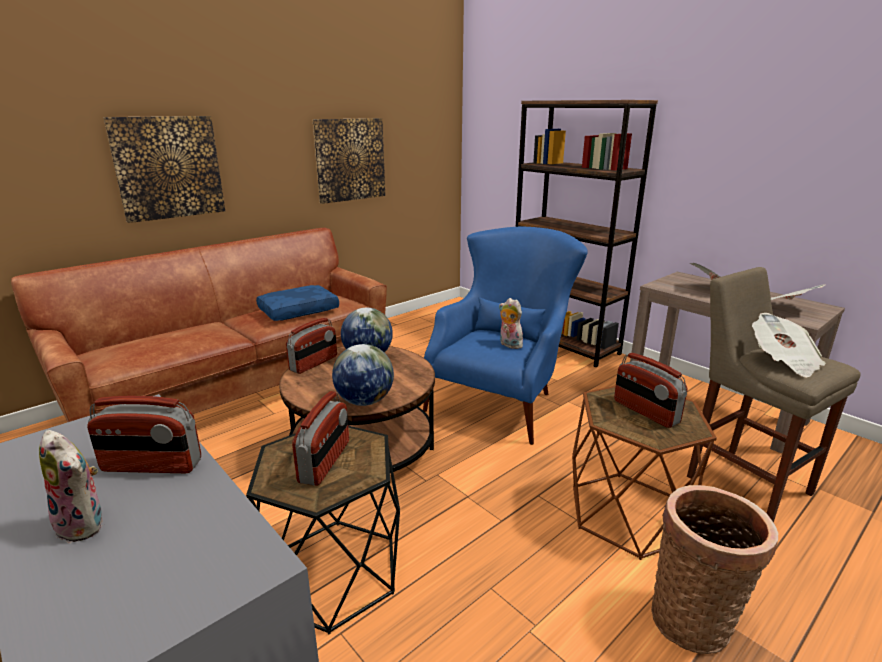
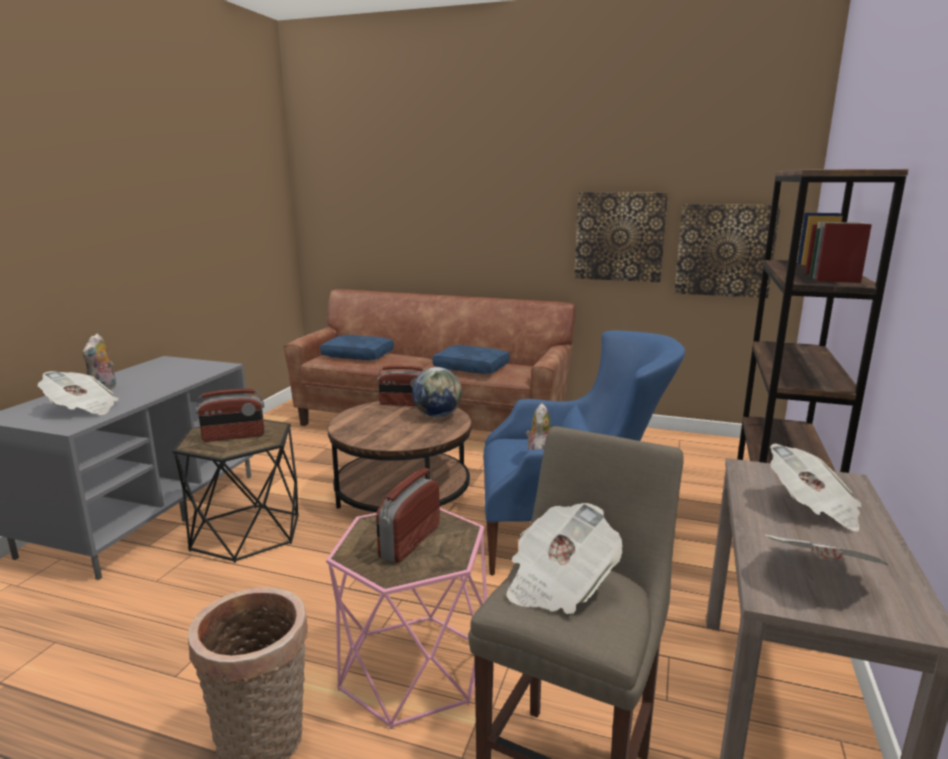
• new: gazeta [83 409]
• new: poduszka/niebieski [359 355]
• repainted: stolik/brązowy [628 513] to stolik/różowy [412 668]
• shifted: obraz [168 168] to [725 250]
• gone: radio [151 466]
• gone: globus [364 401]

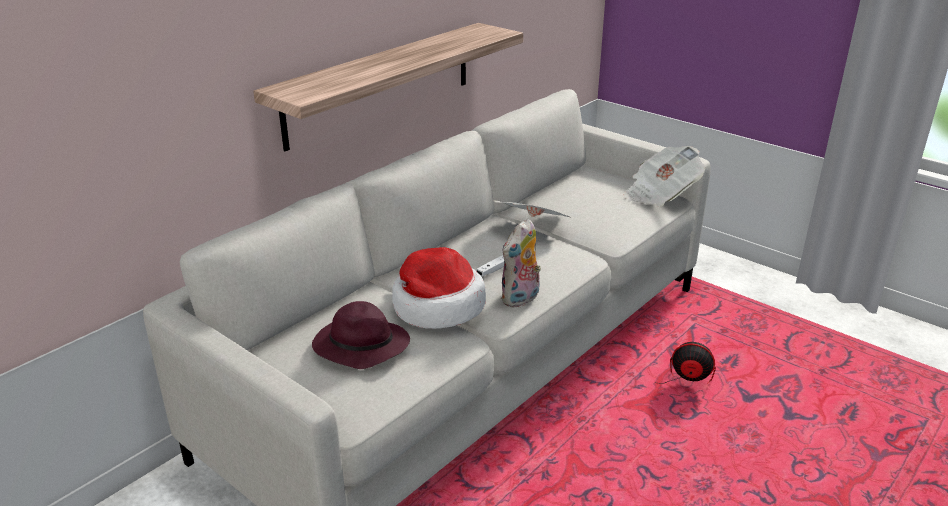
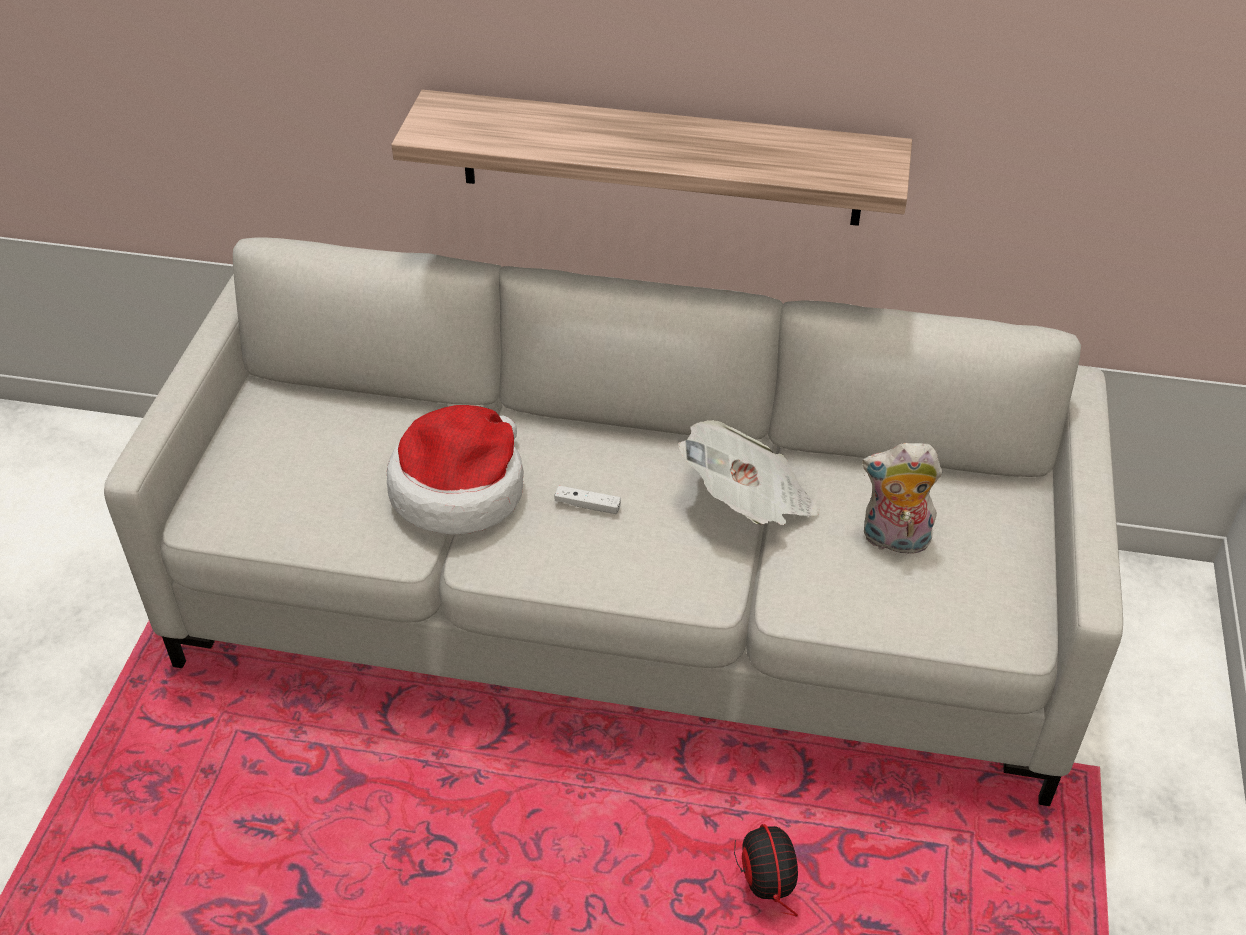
• shifted: pluszak [521 299] to [893 541]
• gone: kapelusz/fioletowy [360 347]
• gone: gazeta [660 194]

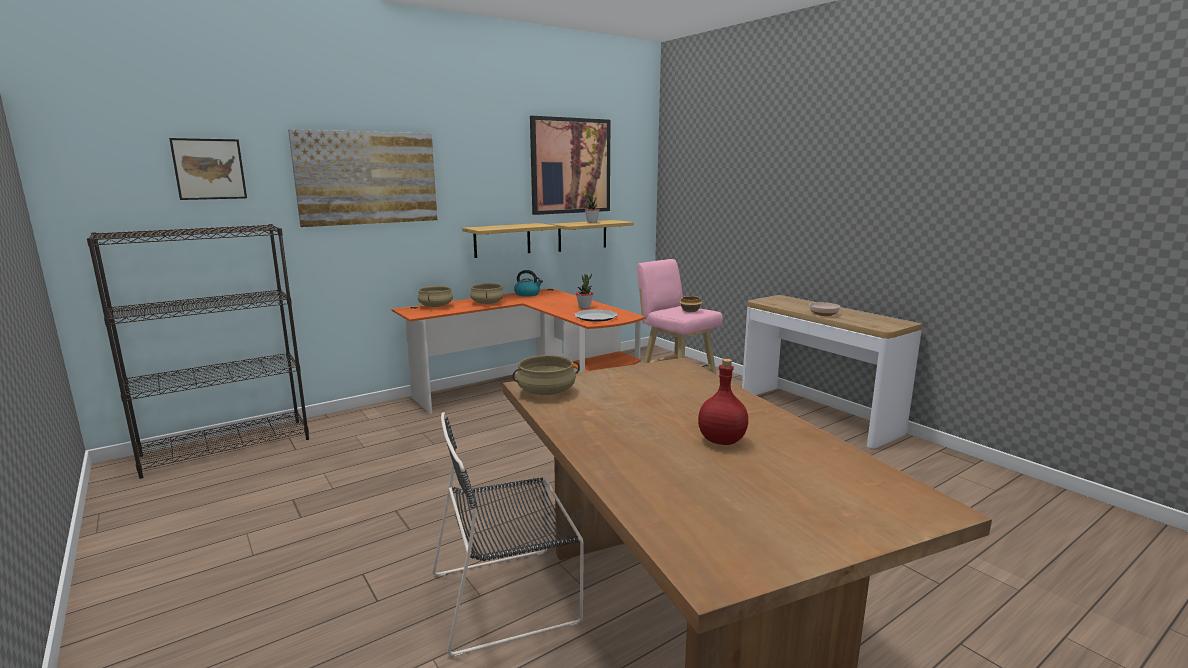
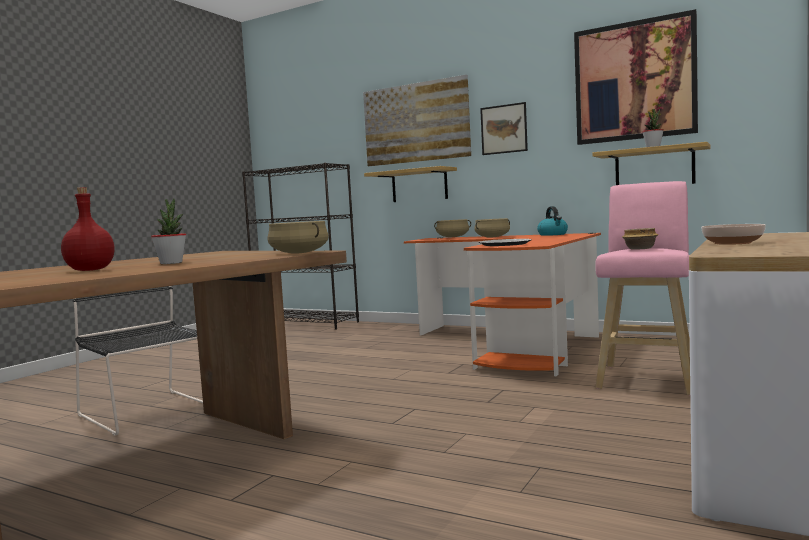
• shifted: roślina doniczkowa [584 307] to [171 263]
• shifted: garnek/beżowy [546 392] to [298 253]
• shifted: półka [502 240] to [419 185]
• shifted: obraz [209 169] to [504 129]

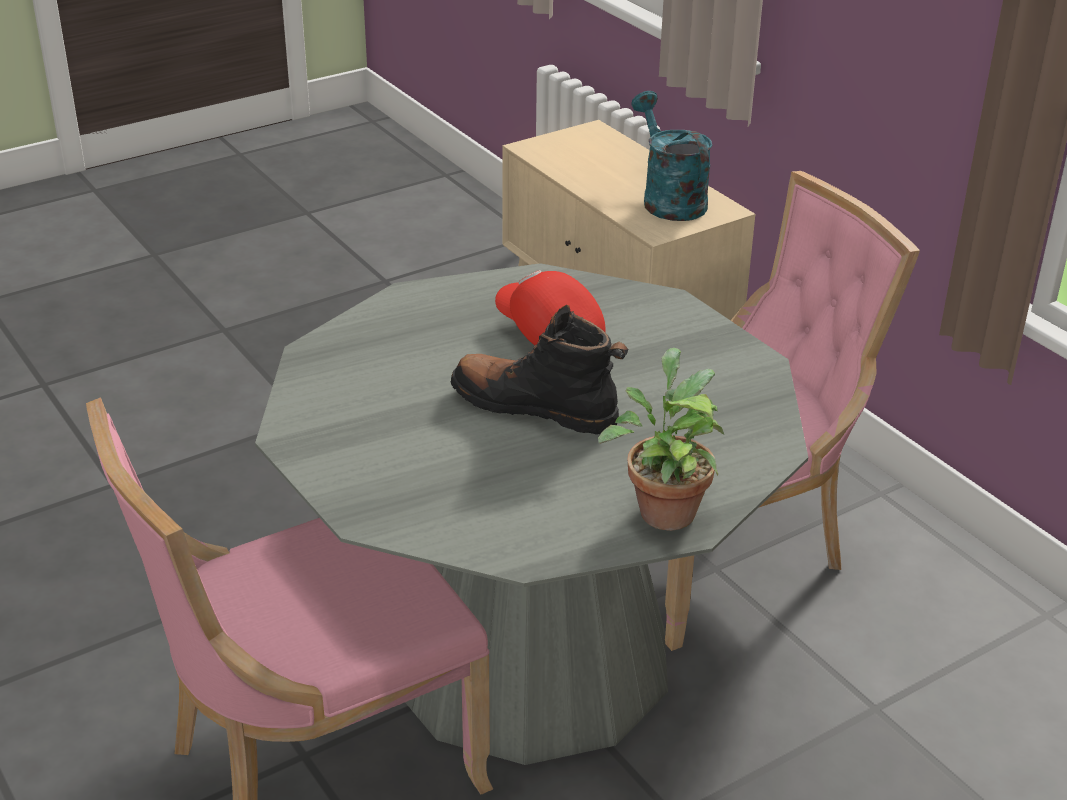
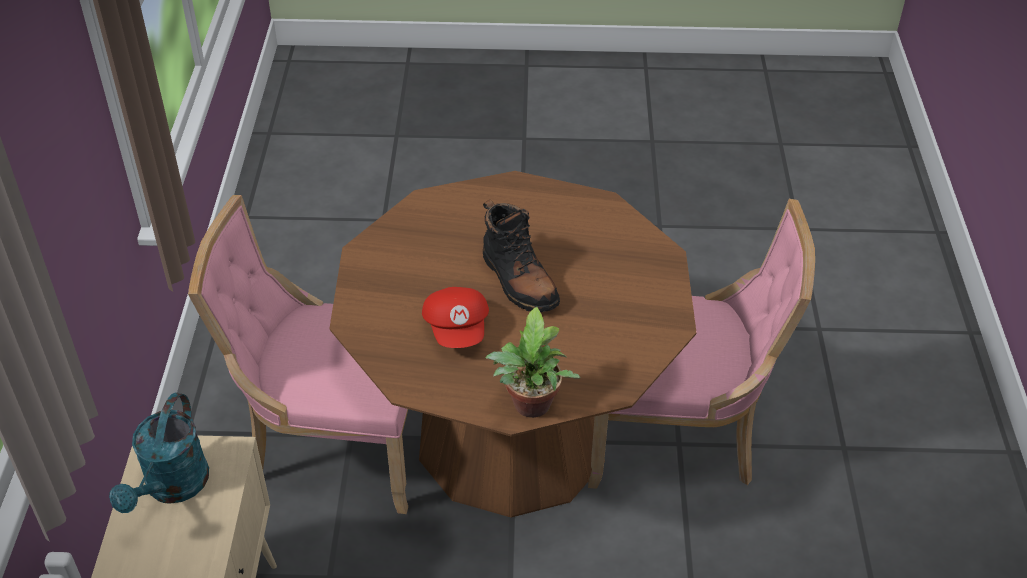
• repainted: stół jadalny/szary [529 656] to stół jadalny/brązowy [512 437]
• shifted: roślina doniczkowa [663 508] to [531 408]

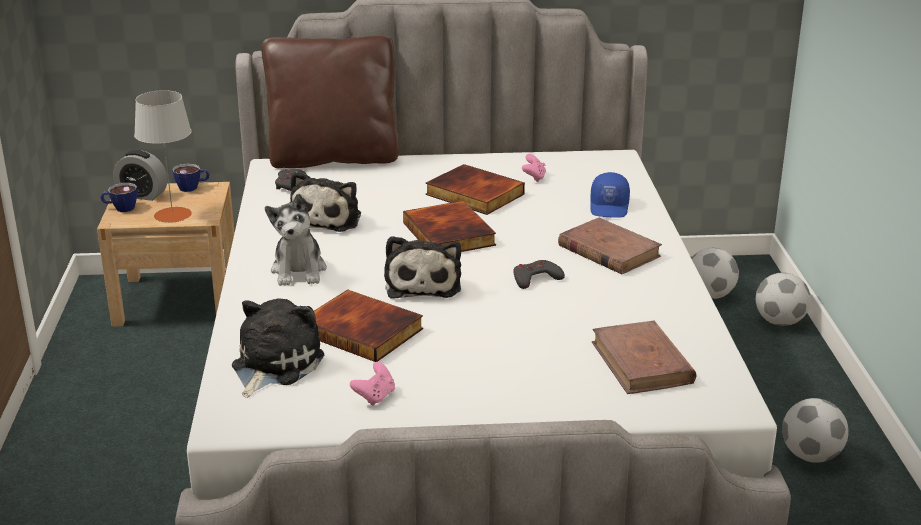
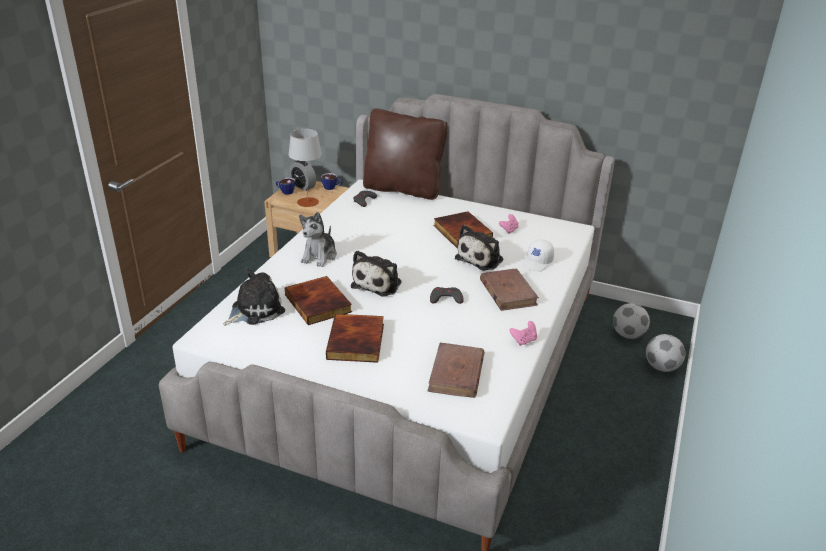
• shifted: książka [451 234] to [357 342]
• shifted: pluszak [329 219] to [481 258]
• shifted: pad do gier/różowy [375 397] to [523 341]
• repainted: czapka z daszkiem/niebieski [610 207] to czapka z daszkiem/biały [537 262]
• gone: piłka futbolowa [811 456]

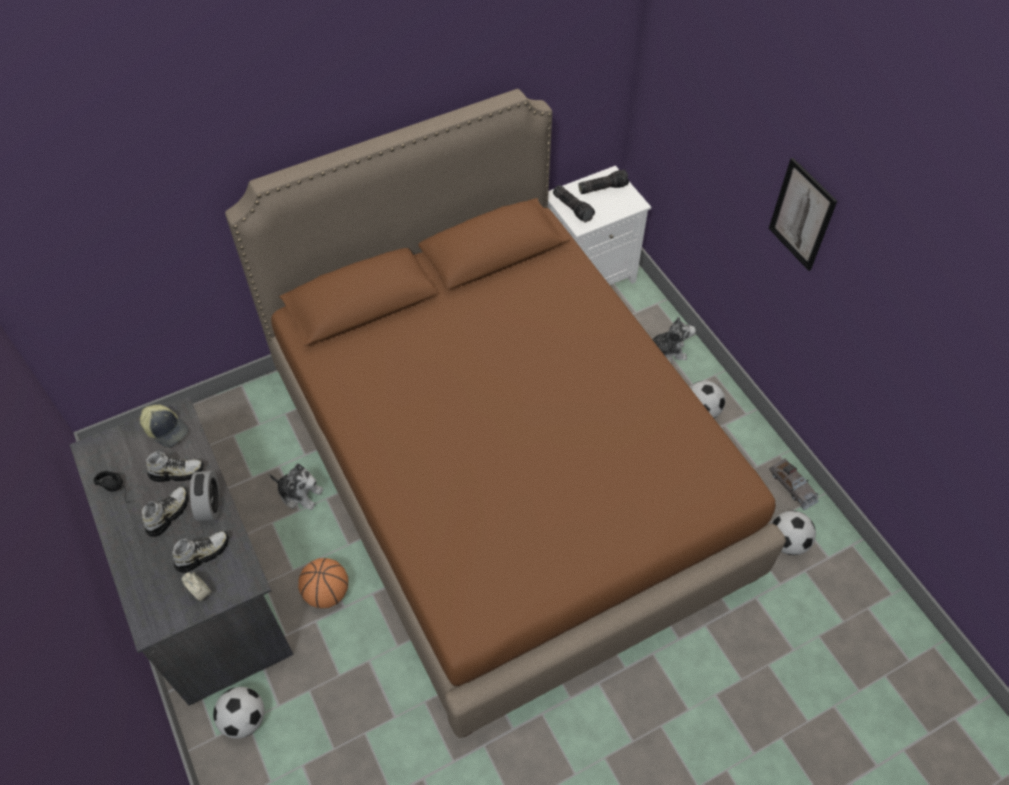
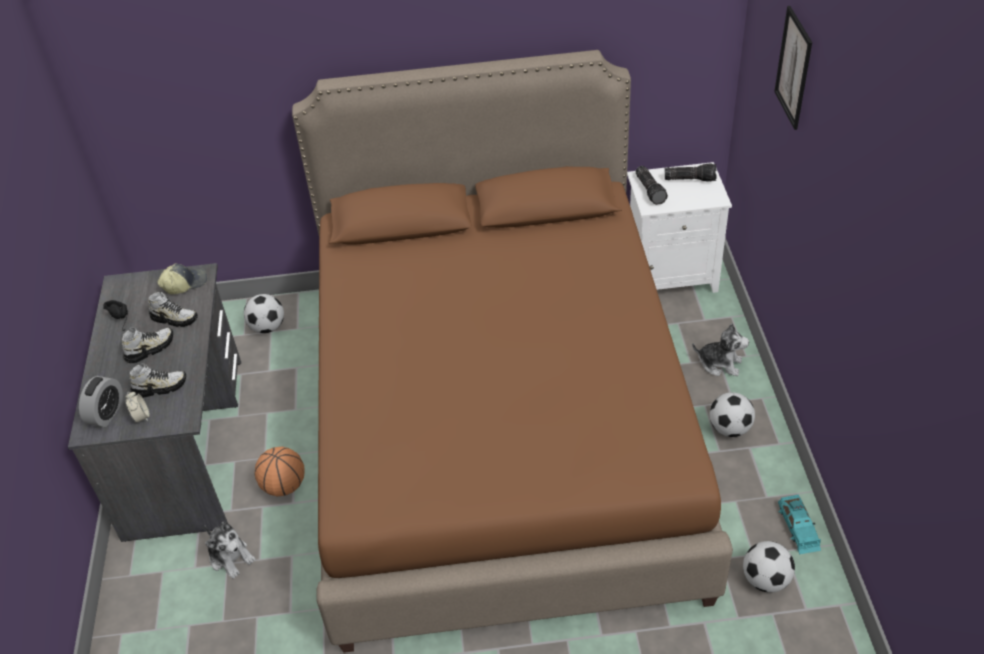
• shifted: budzik [210 505] to [107 413]
• rotated: czapka z daszkiem [166 429] = [184 283] 90 degrees counterclockwise
• shifted: pluszak [300 493] to [231 557]
• shifted: piłka futbolowa [244 719] to [267 327]
• shifted: obraz [802 215] to [793 68]
• repainted: samochodzik/szary [793 486] to samochodzik/turkusowy [798 527]

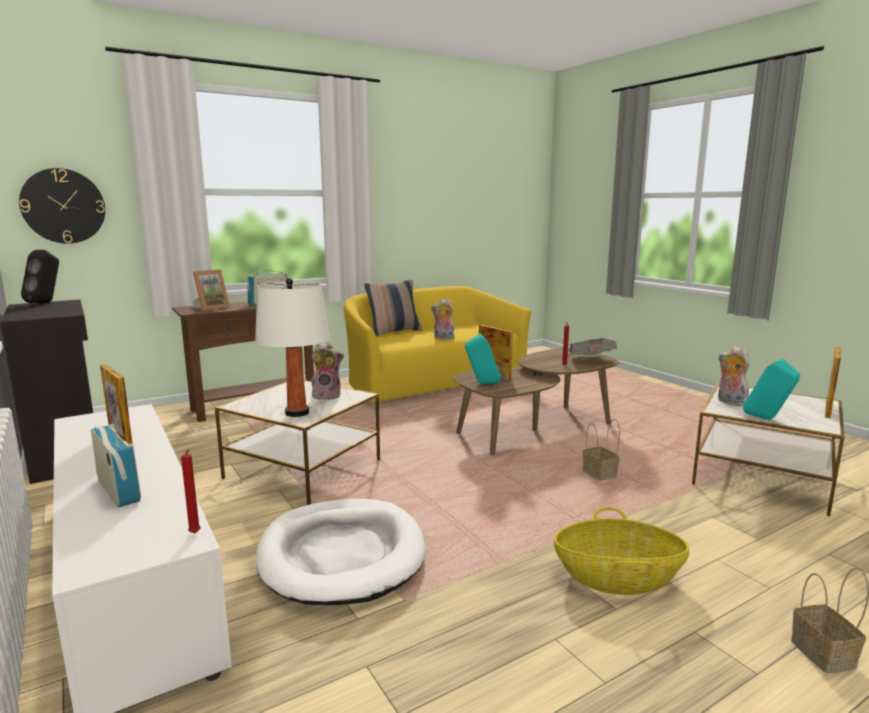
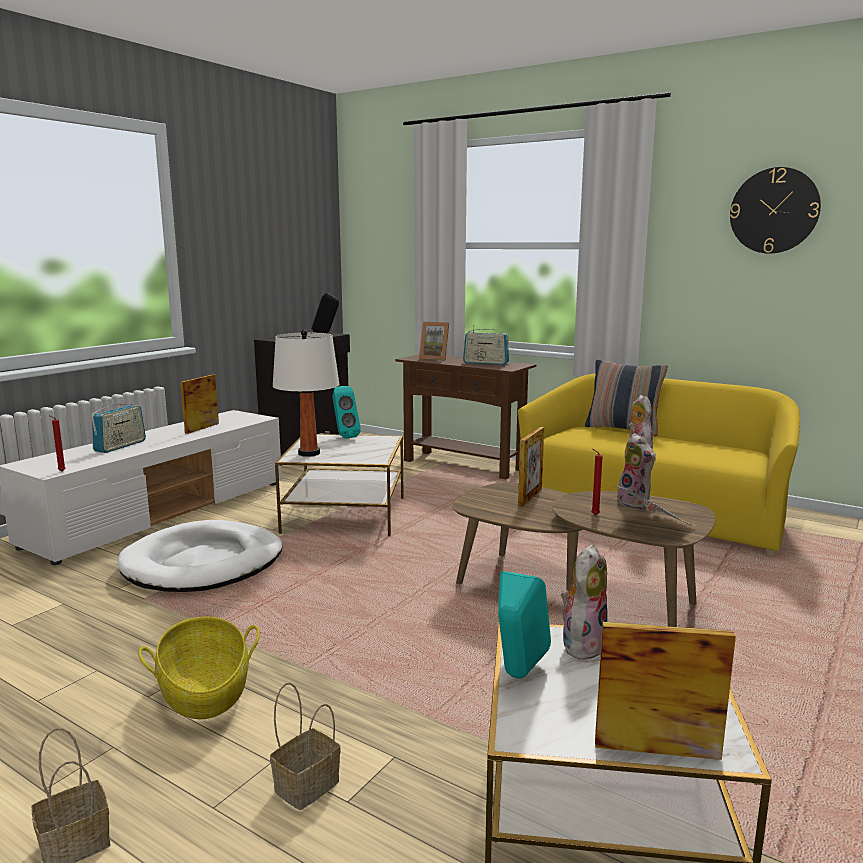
• shifted: koszyk [600 474] to [306 787]
• shifted: głośnik/turkusowy [482 384] to [344 437]
• shifted: pluszak [327 396] to [636 503]
• shifted: zegar ścienny [63 206] to [774 211]

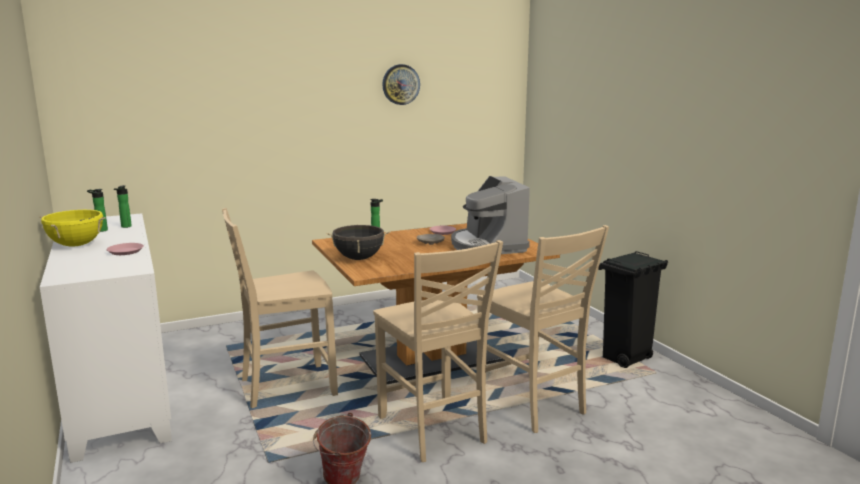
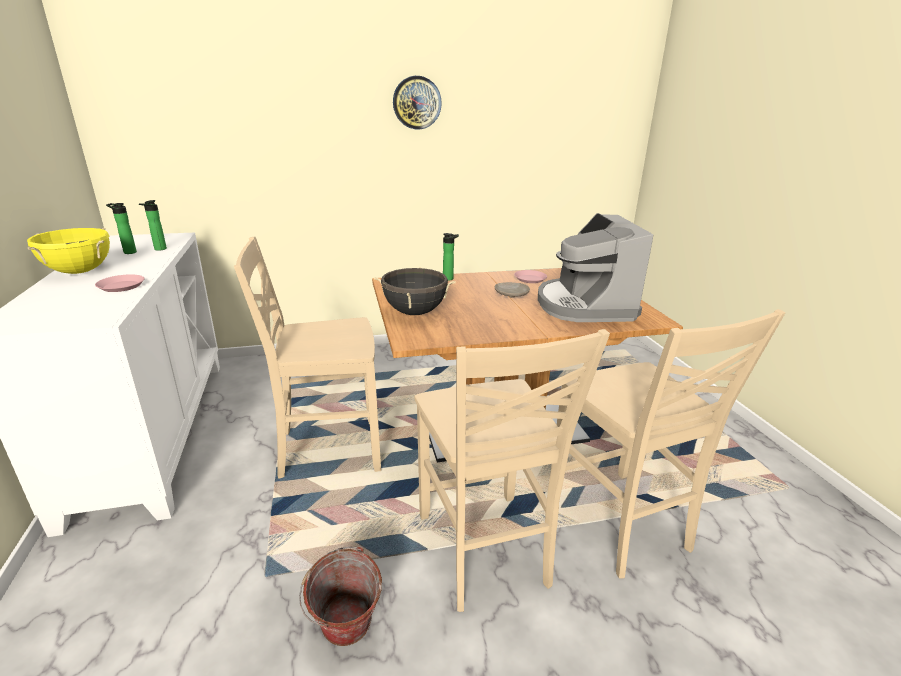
• shifted: zegar ścienny [400 84] to [417 103]
• gone: kosz na śmieci/czarny [625 359]

